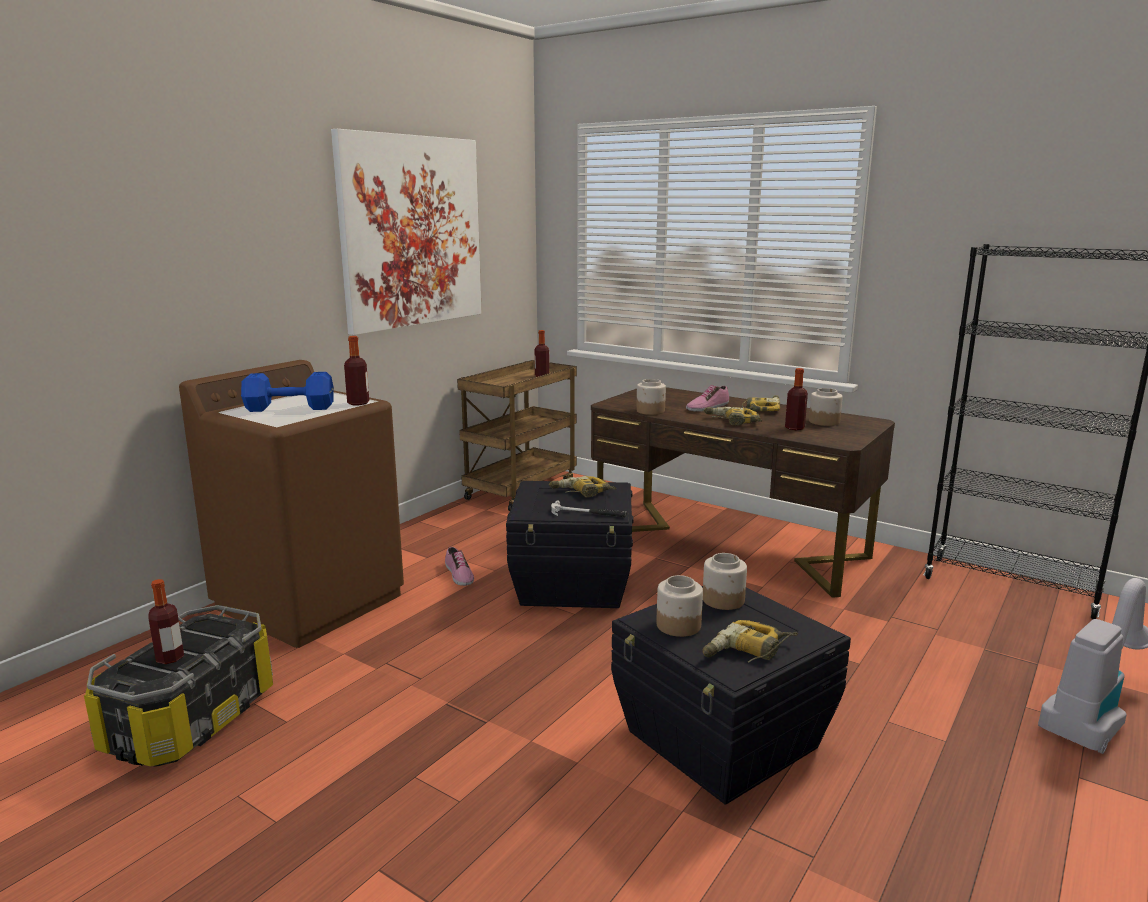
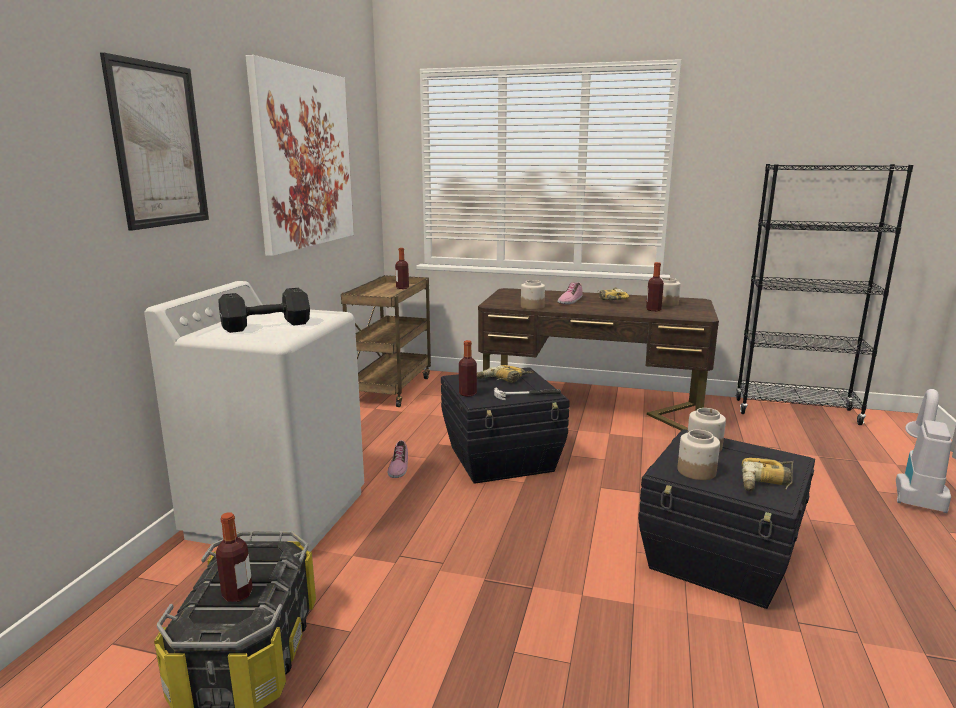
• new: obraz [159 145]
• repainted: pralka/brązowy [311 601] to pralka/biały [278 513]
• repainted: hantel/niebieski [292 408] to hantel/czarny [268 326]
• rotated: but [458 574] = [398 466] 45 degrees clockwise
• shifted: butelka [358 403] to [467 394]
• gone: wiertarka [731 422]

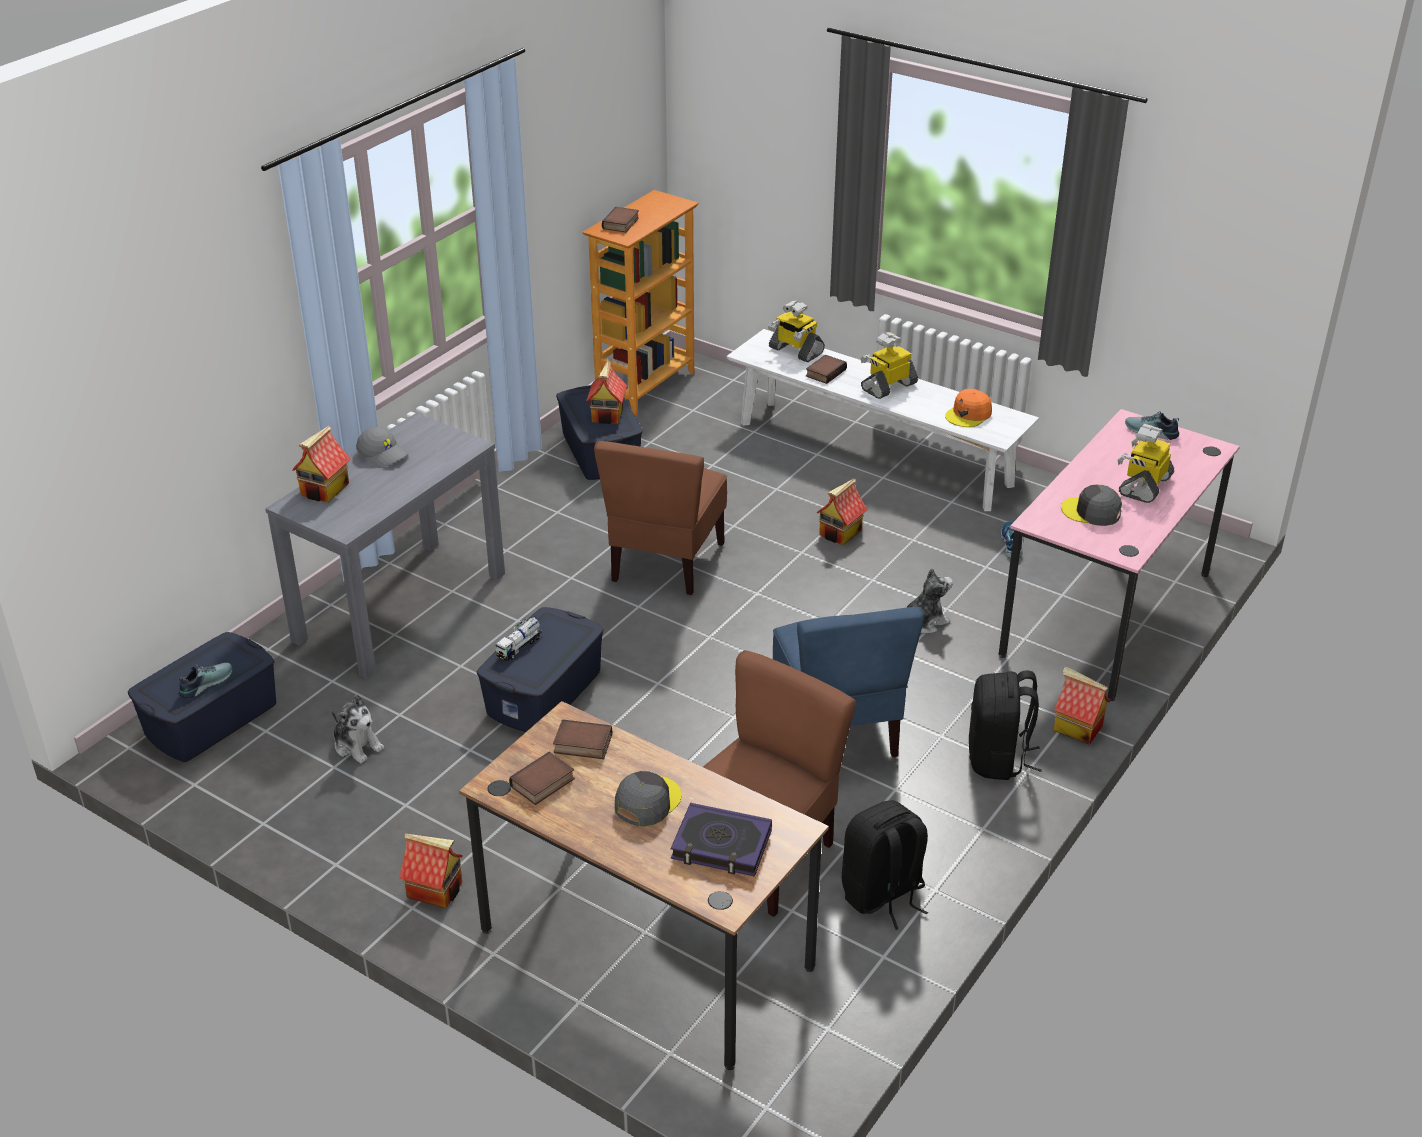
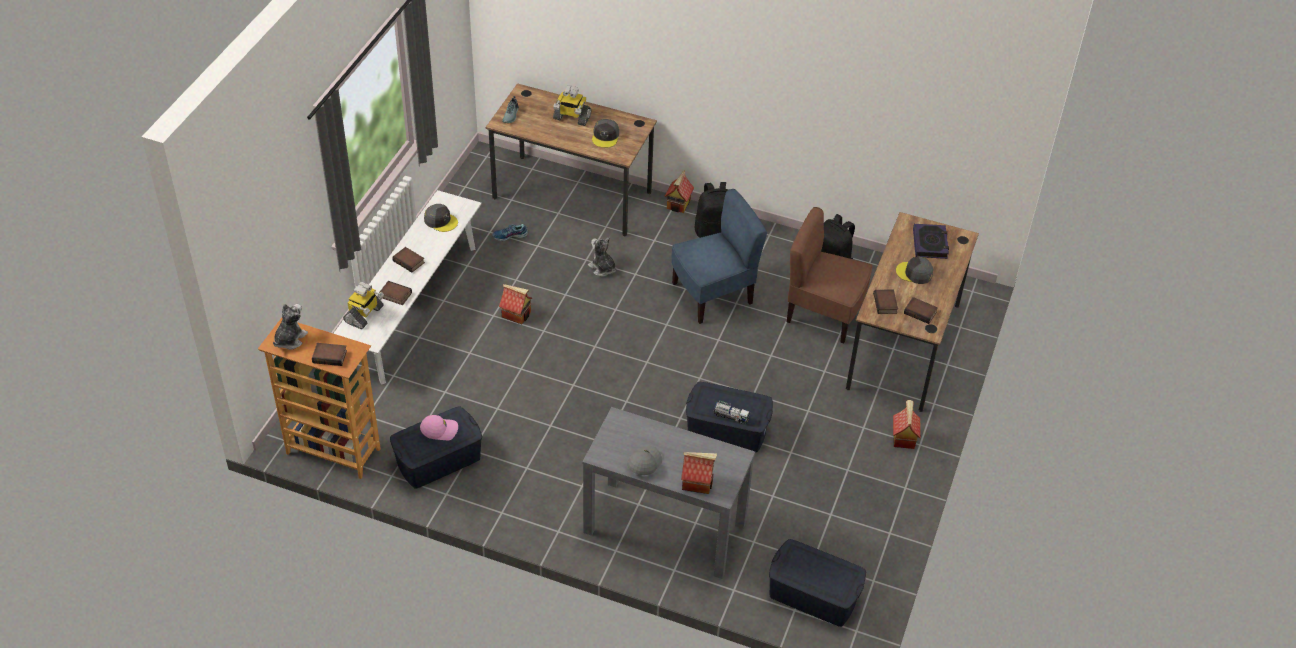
• shifted: pluszak [357 745] to [290 339]
• swapped: robot zabawkowy [888 386] to książka [409 261]
• swapped: domek [608 415] to czapka z daszkiem/różowy [439 430]
• repainted: czapka z daszkiem/pomarańczowy [968 414] to czapka z daszkiem/szary [441 221]
• repainted: biurko/różowy [1106 614] to biurko/brązowy [572 195]
• gone: but [205 683]
• gone: krzesło/brązowy [665 562]

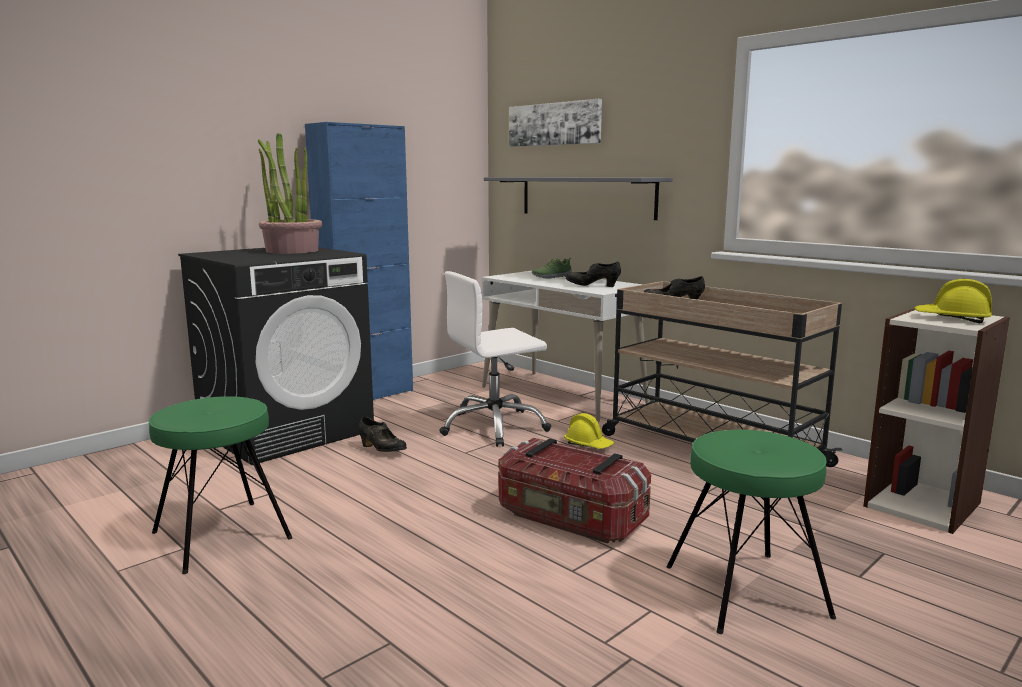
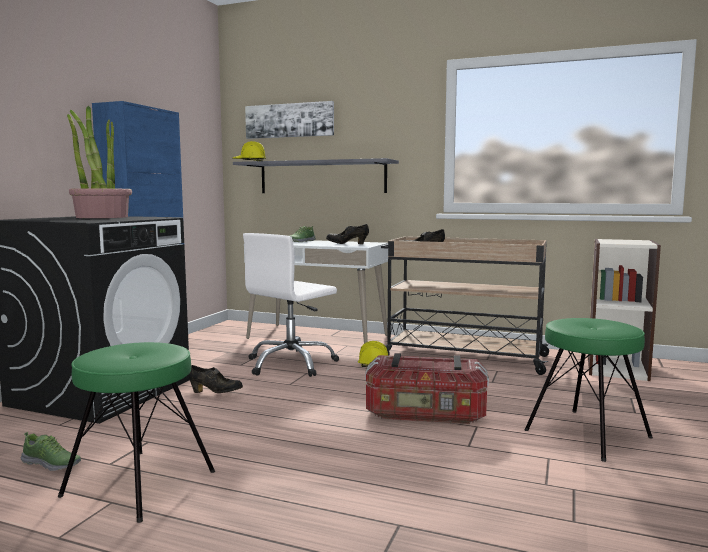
• new: but [52 464]
• shifted: kask/żółty [952 318] to [249 162]

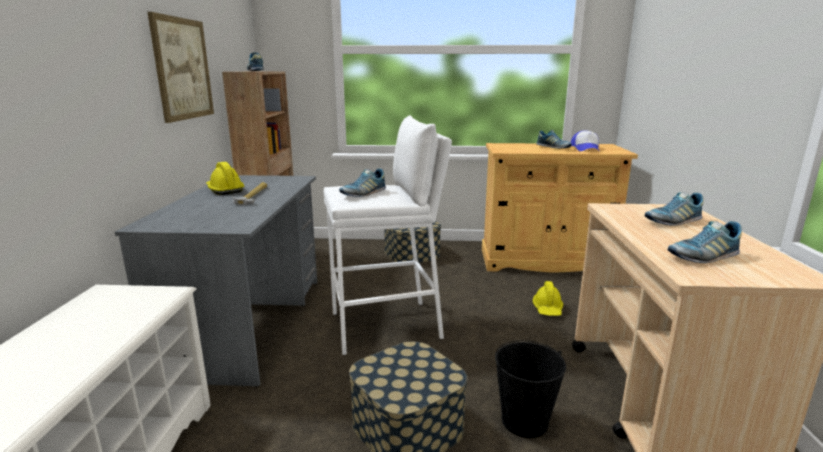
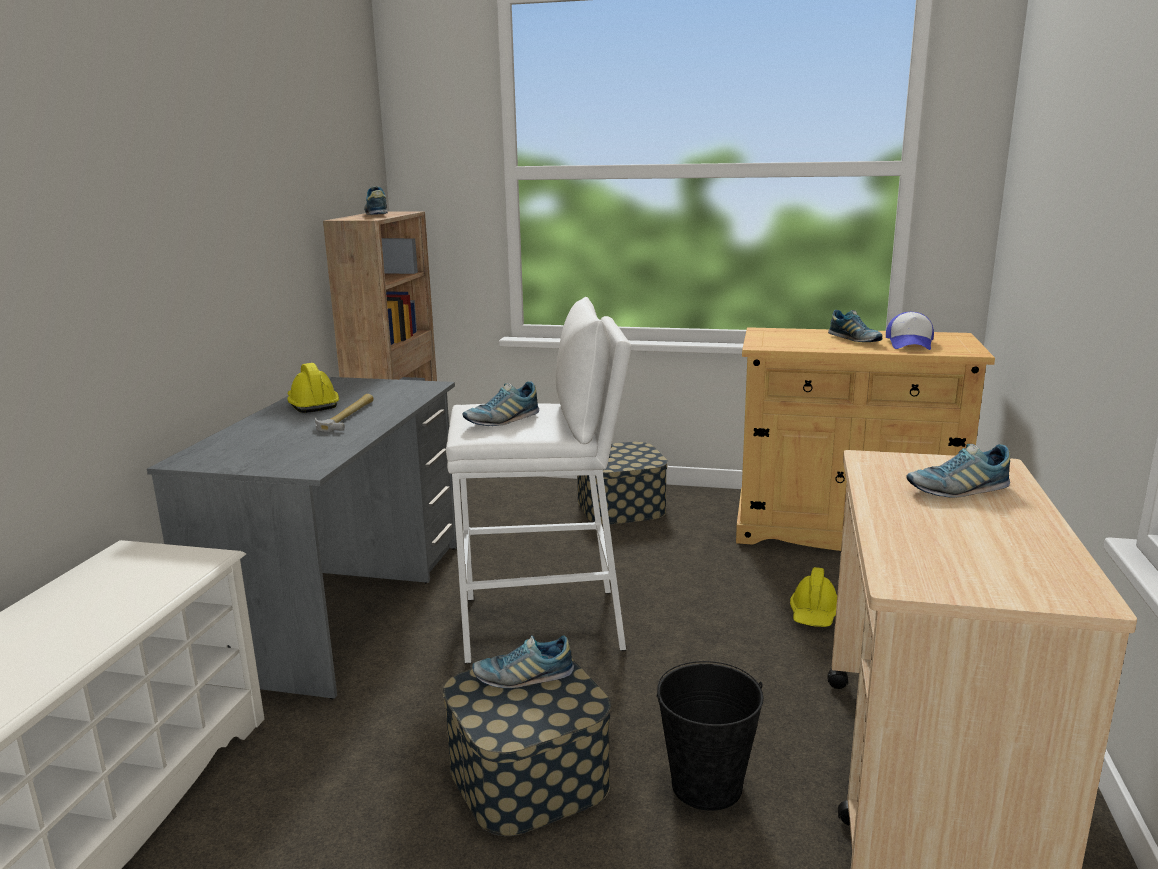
• shifted: but [703 257] to [523 677]
• gone: obraz [183 69]

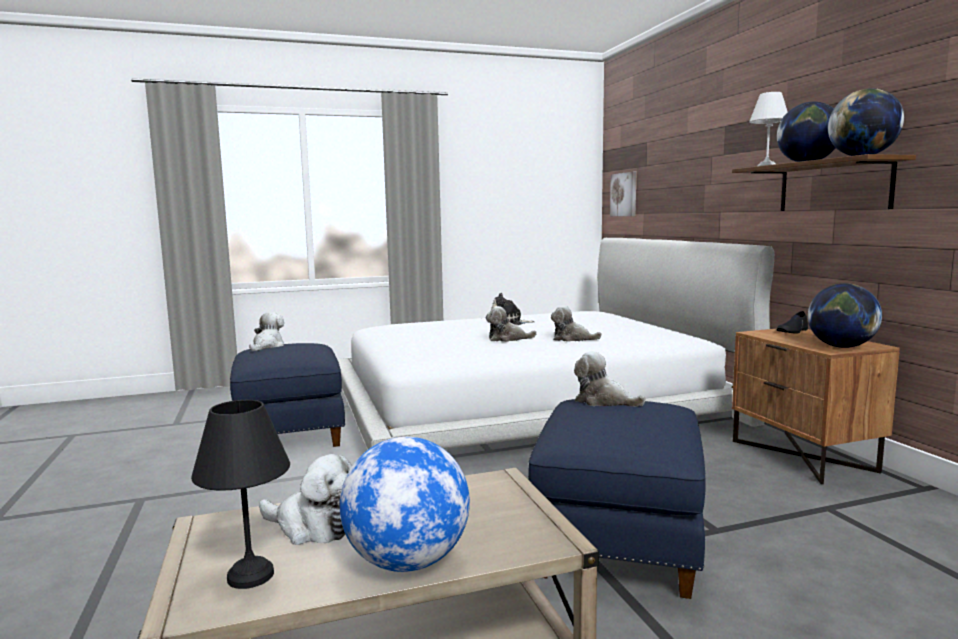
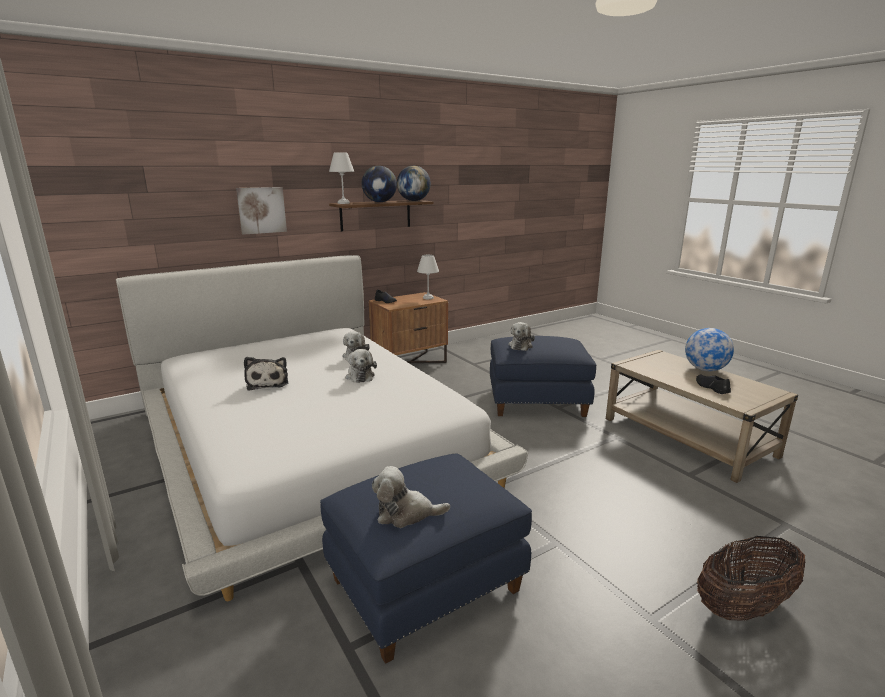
• shifted: obraz [624 194] to [261 210]
• swapped: globus [841 347] to lampa stołowa/biały [428 298]
• swapped: pluszak [312 526] to but/czarny [711 387]
• new: koszyk [743 606]
• gone: lampa stołowa/czarny [251 574]

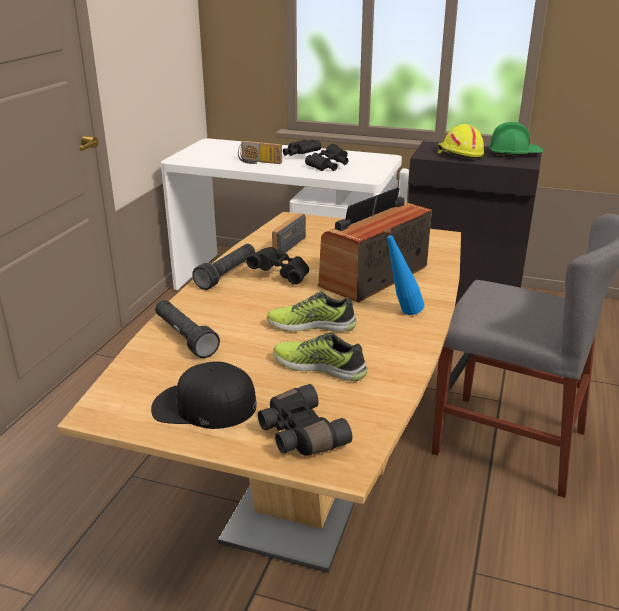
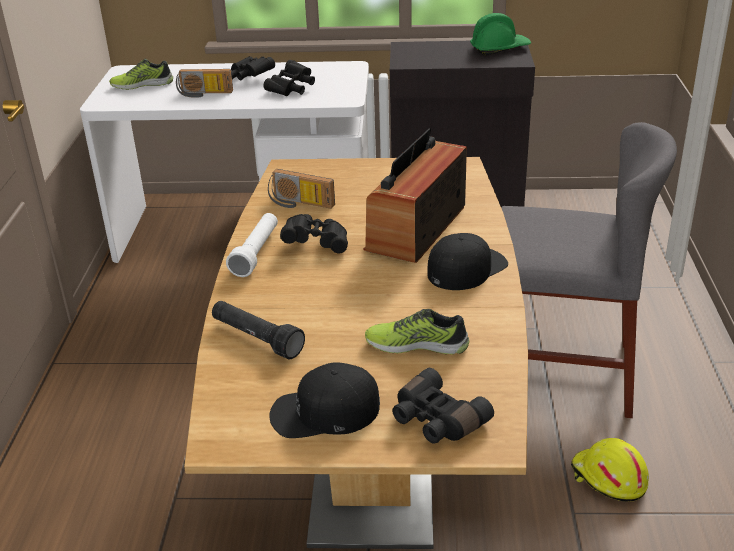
• shifted: but [311 325] to [142 84]
• repainted: latarka/czarny [227 274] to latarka/biały [256 253]
• rotated: radio [285 244] = [299 204] 75 degrees counterclockwise
• swapped: butelka/niebieski [401 314] to czapka z daszkiem/czarny [466 268]
• shifted: kask/żółty [459 154] to [608 478]

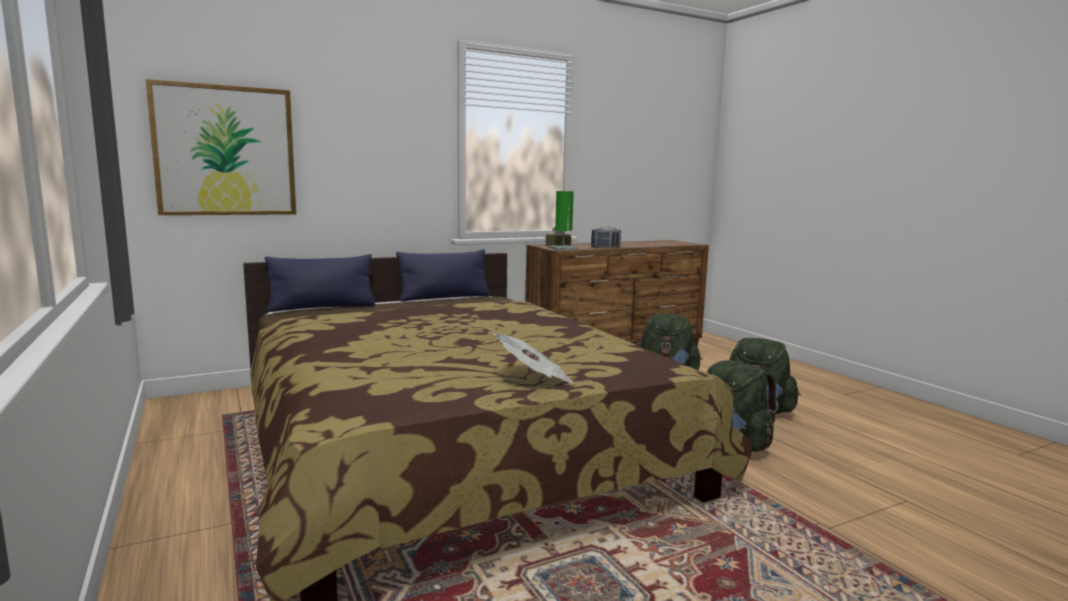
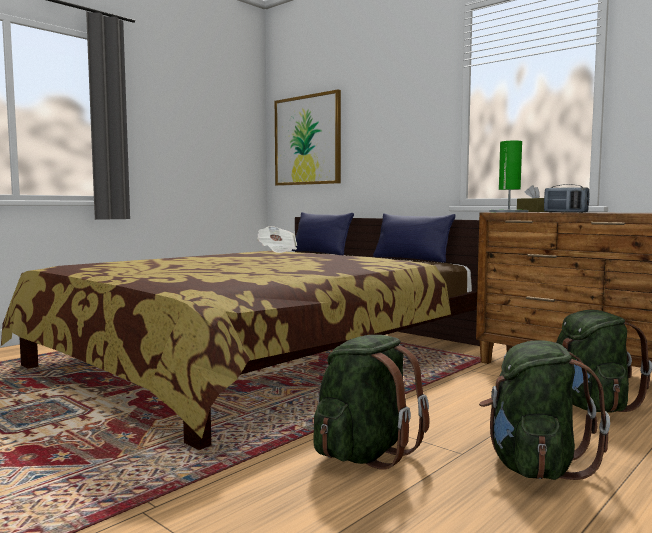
• shifted: gazeta [534 379] to [277 251]

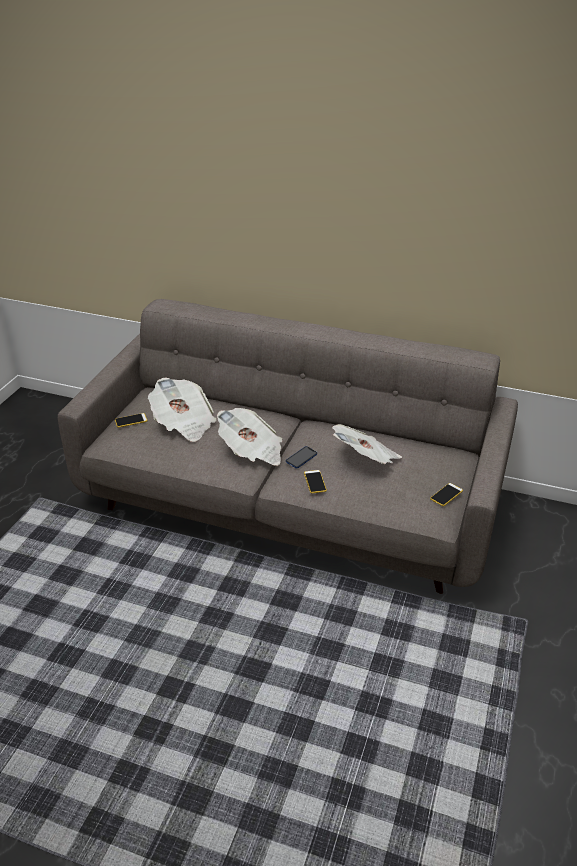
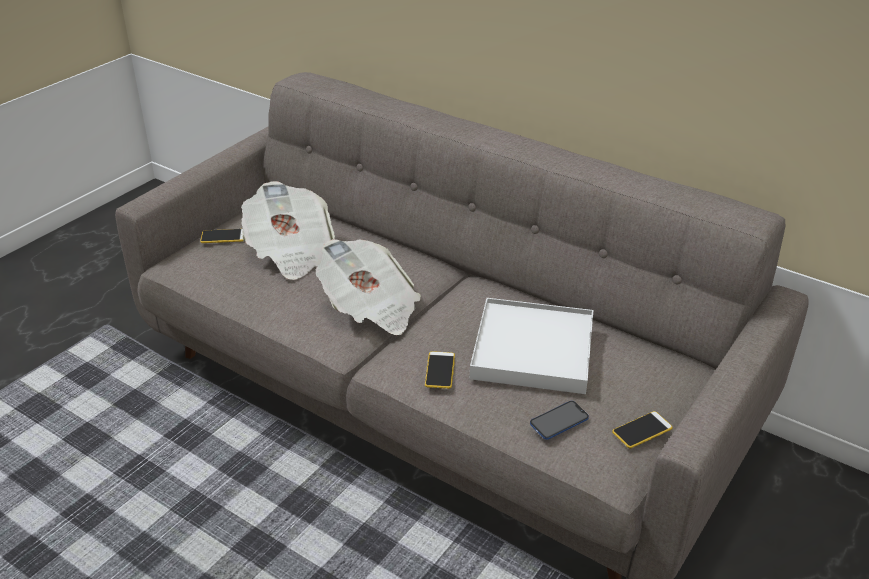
• swapped: gazeta [366 459] to taca/biały [533 350]
• shifted: telefon [301 458] to [559 421]

